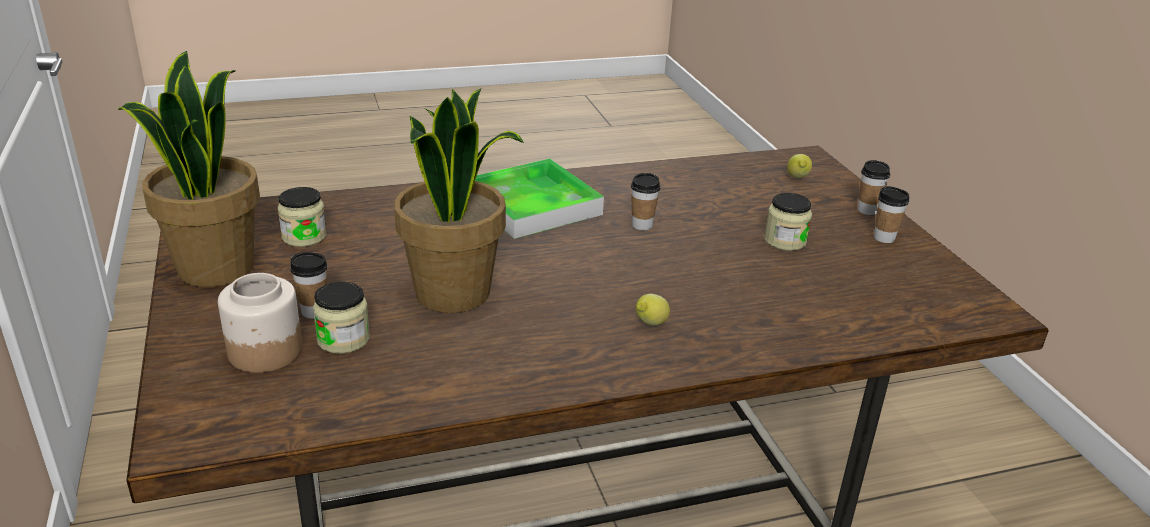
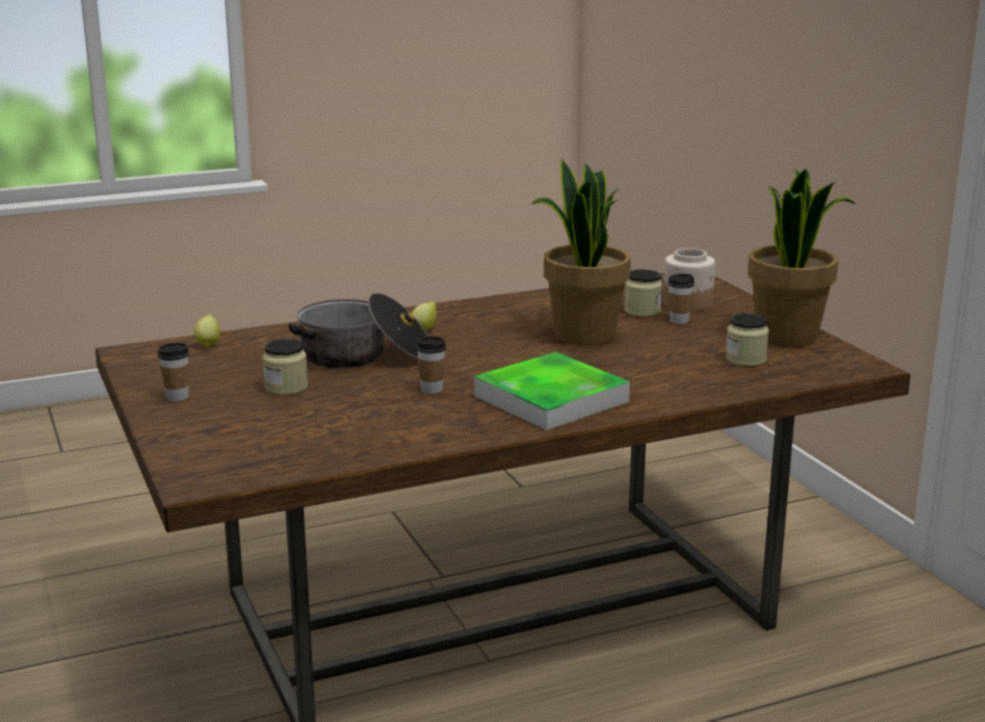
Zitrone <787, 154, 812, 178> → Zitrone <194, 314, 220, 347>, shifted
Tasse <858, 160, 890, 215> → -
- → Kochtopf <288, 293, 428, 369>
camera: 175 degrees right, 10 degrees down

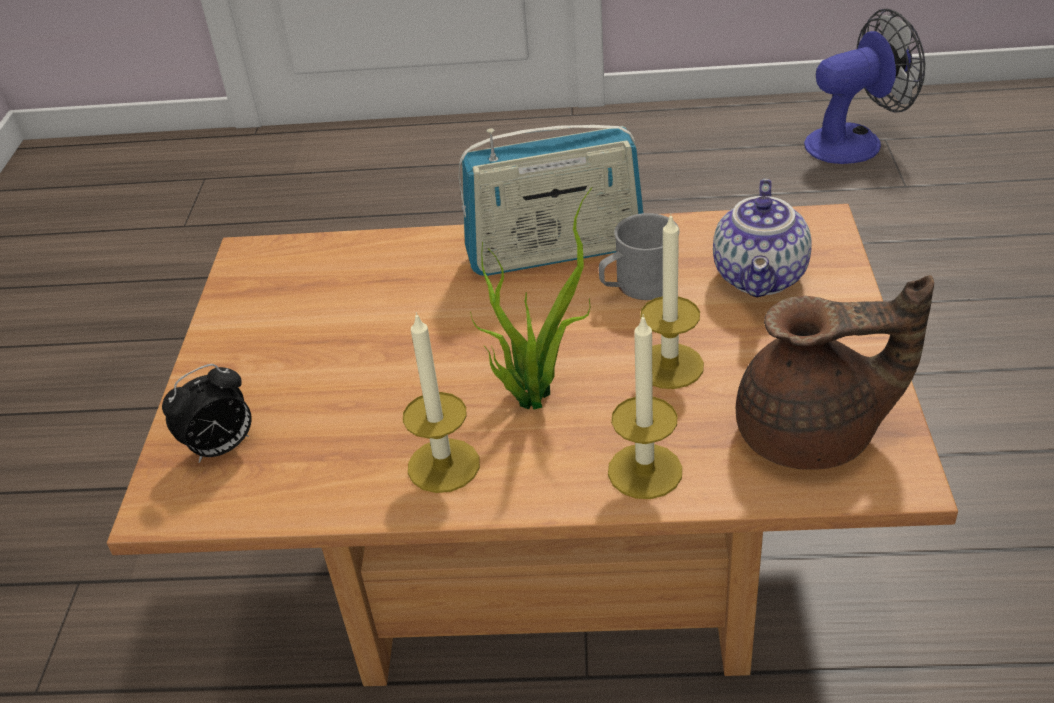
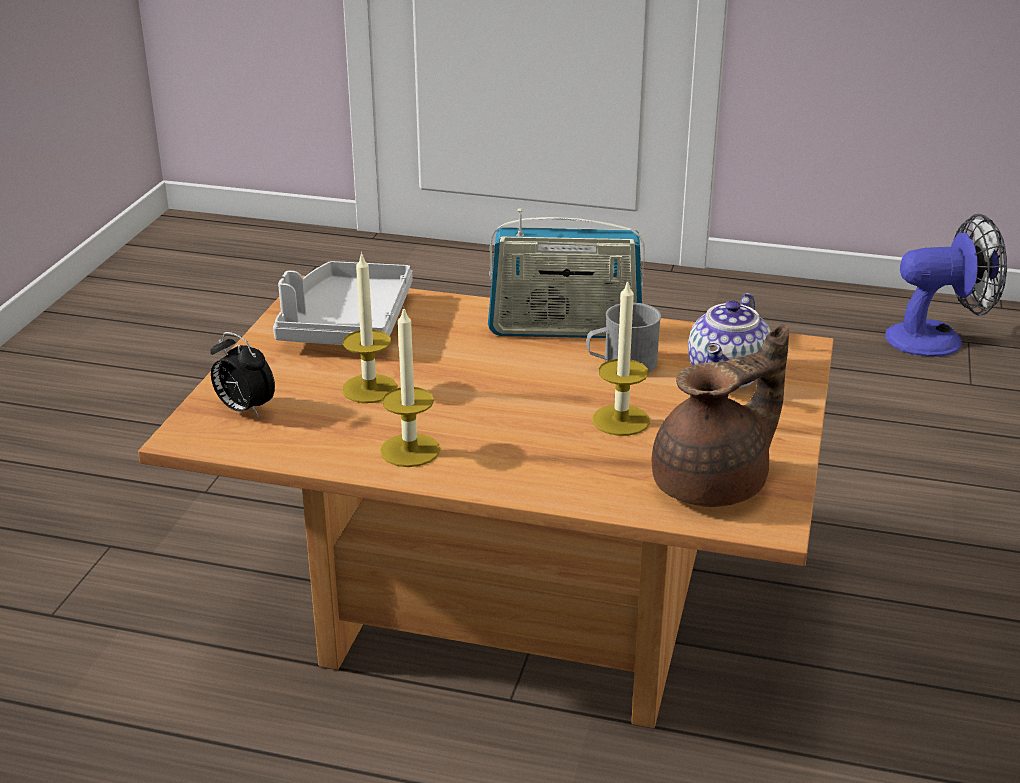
Wecker <162, 364, 252, 463> → Wecker <210, 332, 275, 418>, 60 degrees clockwise
Topfpflanze <470, 187, 592, 410> → -
Kerze <608, 314, 682, 499> → Kerze <342, 252, 397, 403>, shifted
Teekanne [braun] <736, 275, 934, 470> → Teekanne [braun] <652, 324, 789, 507>, 45 degrees counterclockwise
- → Tablett [grau] <273, 261, 412, 345>
camera: 10 degrees right, 10 degrees down

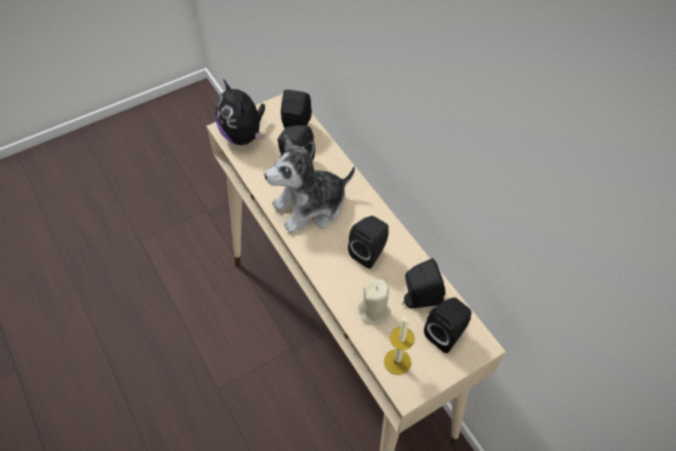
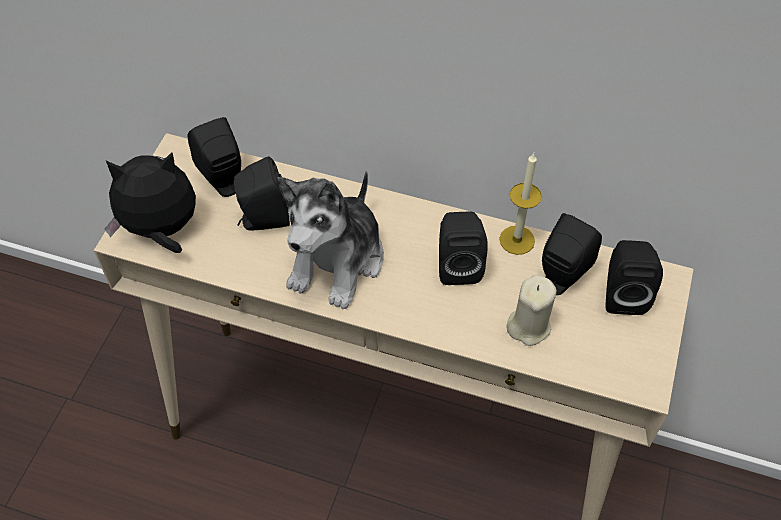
Plüschtier <215, 79, 265, 145> → Plüschtier <105, 152, 196, 253>, 150 degrees clockwise
Kerze <384, 316, 415, 375> → Kerze <499, 153, 542, 255>, shifted
camera: 40 degrees left, 0 degrees up

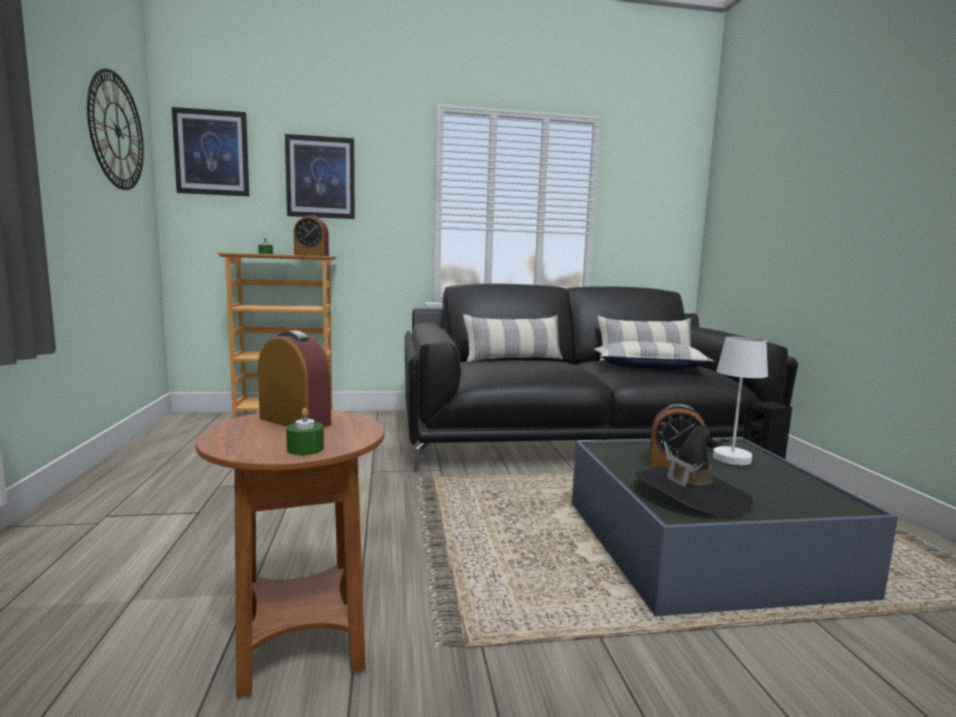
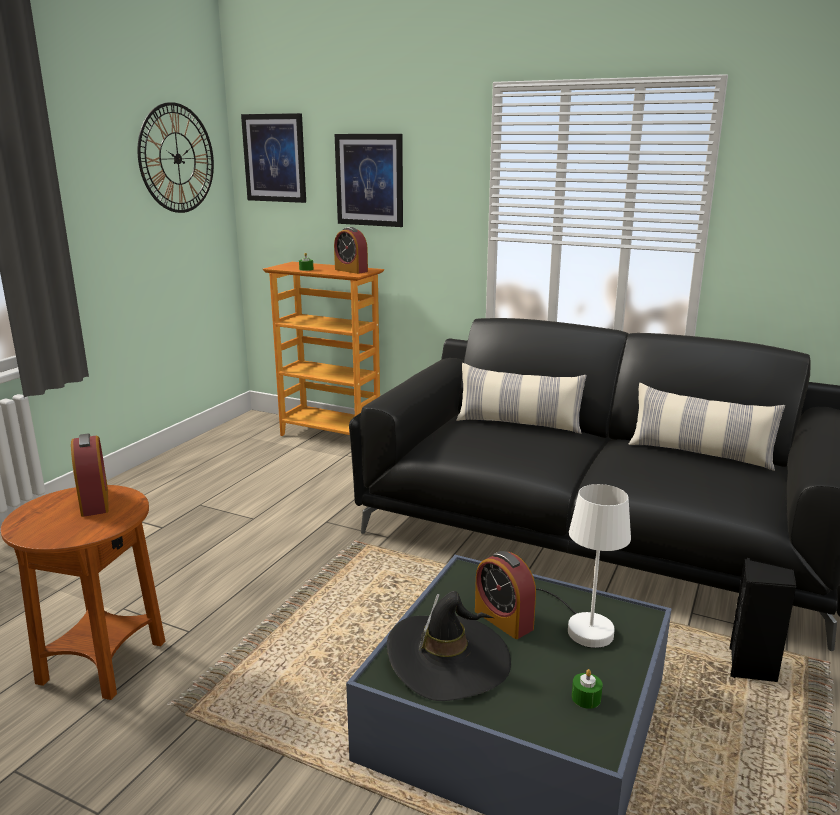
Kerze [grün] <286, 408, 324, 455> → Kerze [grün] <572, 669, 603, 709>, shifted
Kissen <594, 341, 715, 370> → -
camera: 35 degrees right, 10 degrees up

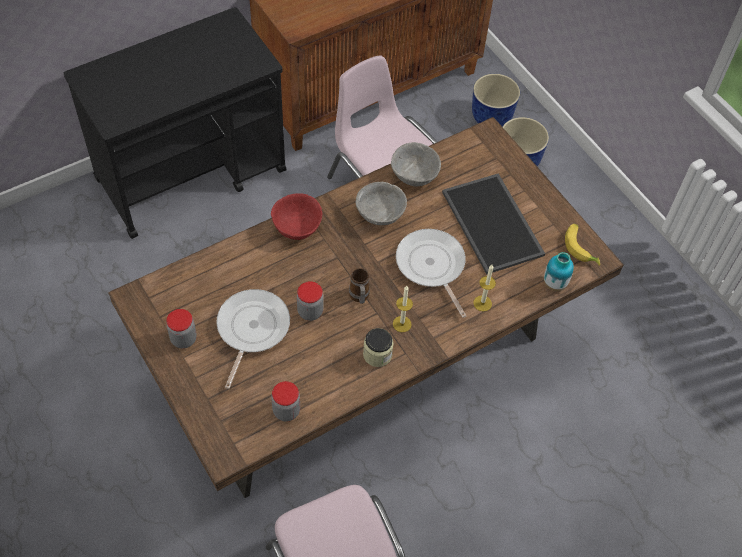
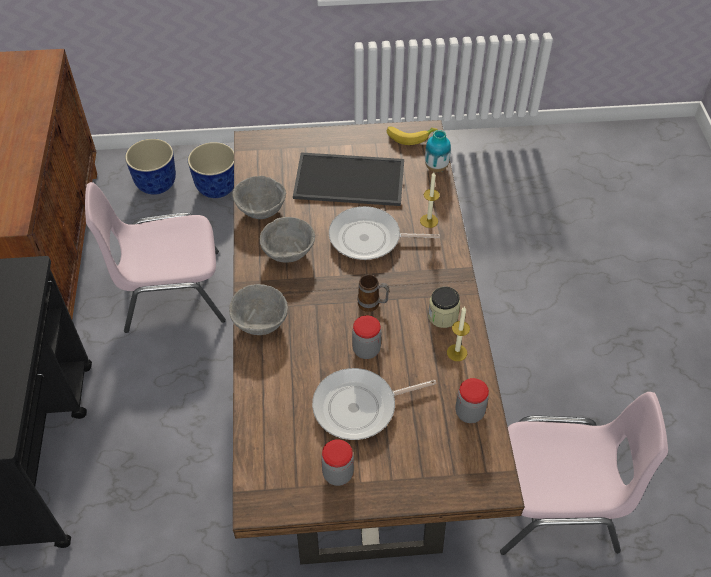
Pfanne <216, 289, 290, 389> → Pfanne <312, 368, 437, 440>, 60 degrees counterclockwise
Schüssel [rot] <271, 193, 322, 240> → Schüssel [grau] <229, 284, 288, 335>
Kerze <393, 286, 413, 332> → Kerze <447, 306, 470, 361>, shifted
camera: 60 degrees left, 5 degrees down

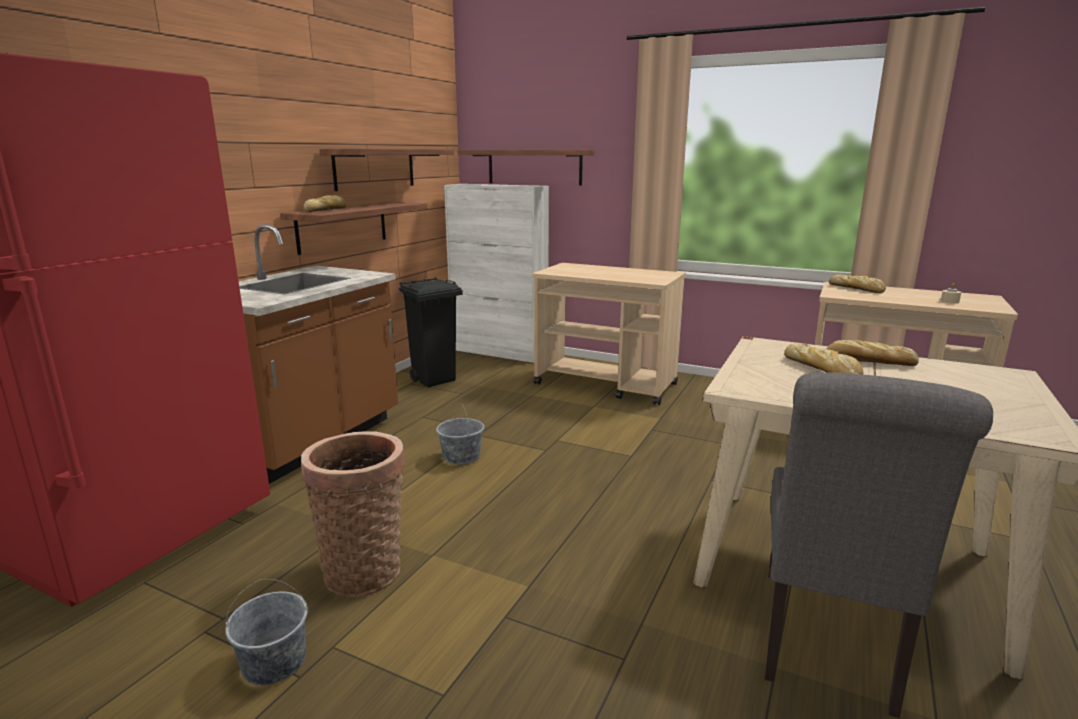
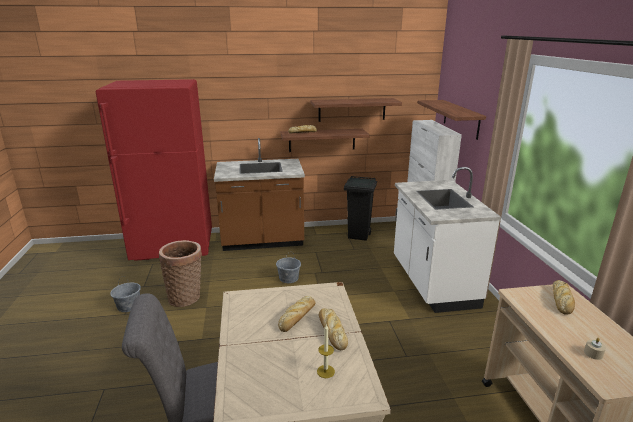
Rollwagen [beige] <533, 263, 686, 405> → Küchenzeile [weiß] <394, 167, 501, 313>
- → Kerze <317, 324, 335, 378>
camera: 55 degrees right, 5 degrees up

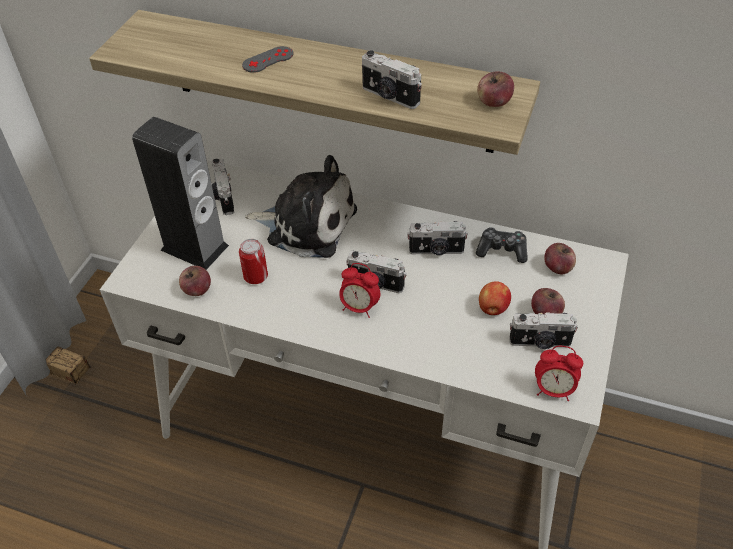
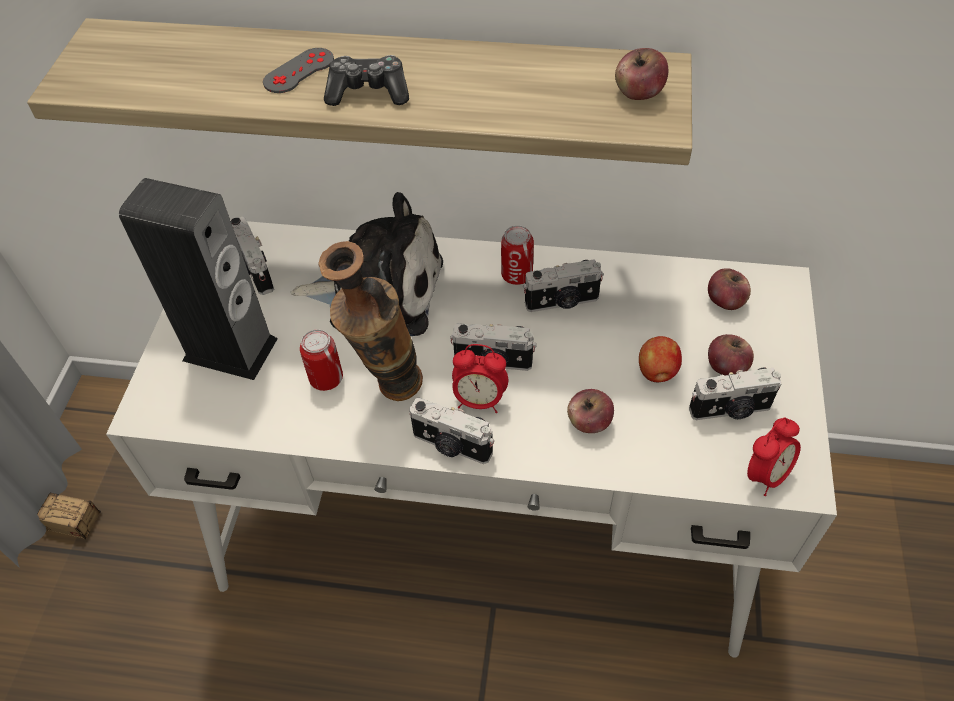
Apfel <179, 266, 211, 296> → Apfel <567, 389, 614, 433>, shifted
Kamera <362, 50, 422, 109> → Kamera <409, 398, 494, 464>, shifted
Gamepad <476, 227, 528, 263> → Gamepad <324, 55, 409, 106>, shifted
Wecker <535, 346, 583, 401> → Wecker <747, 417, 801, 496>, 45 degrees counterclockwise
- → Vase <319, 241, 423, 401>
- → Dose <501, 225, 534, 285>
camera: 10 degrees left, 5 degrees up

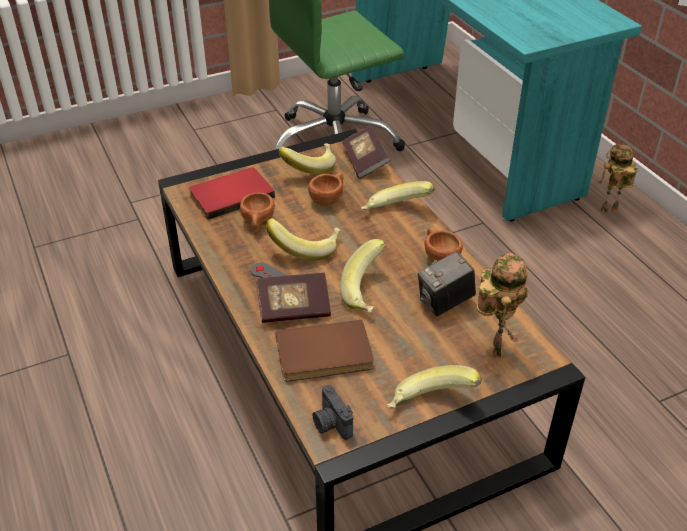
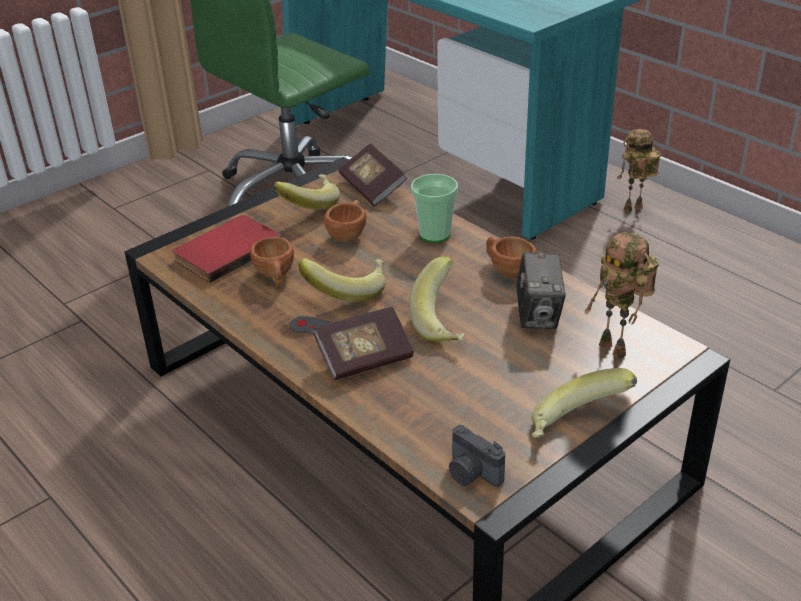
Buch [braun] <275, 320, 374, 381> → -
Banane <361, 181, 435, 210> → Tasse <411, 174, 458, 243>
Kamera <418, 251, 476, 316> → Kamera <516, 252, 566, 329>, 45 degrees counterclockwise
Spielzeugroboter <477, 253, 528, 358> → Spielzeugroboter <585, 232, 659, 359>, 150 degrees clockwise
camera: 15 degrees left, 5 degrees down

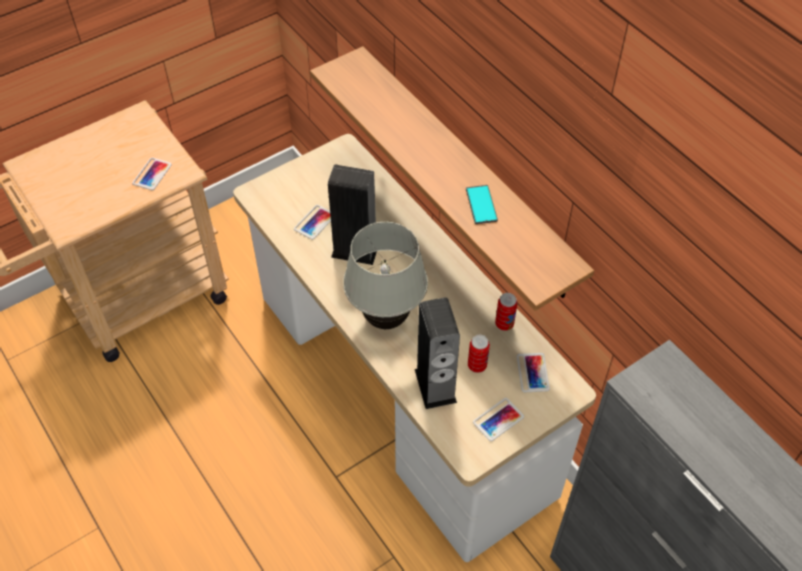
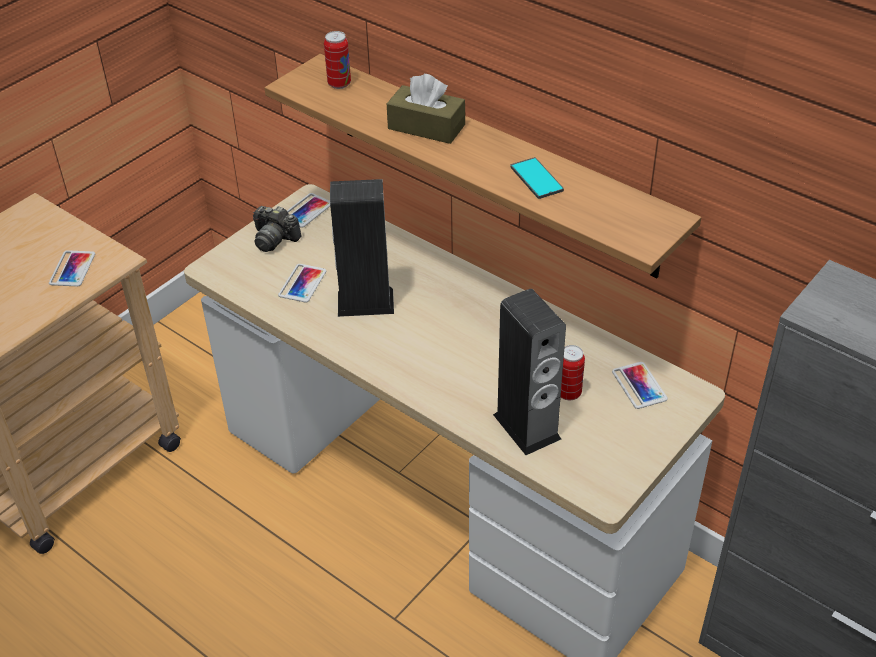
Tischlampe [weiß] <343, 222, 428, 329> → -
Handy <473, 398, 524, 441> → Handy <287, 193, 330, 228>, shifted
Dose <495, 293, 517, 331> → Dose <324, 31, 351, 89>, shifted
- → Kamera <253, 206, 301, 252>
- → Taschentuchbox [braun] <387, 74, 465, 144>
camera: 15 degrees left, 10 degrees down

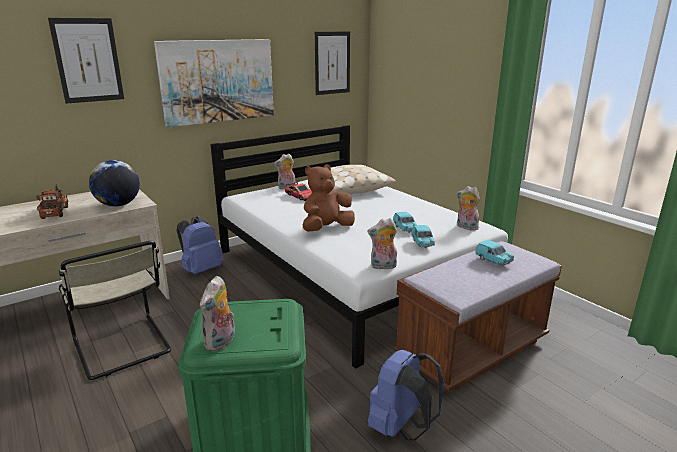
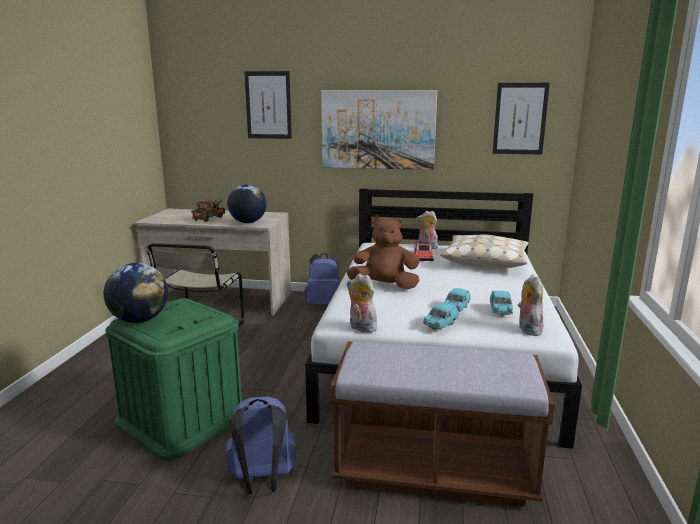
Plüschtier <199, 276, 235, 352> → Globus <104, 263, 168, 323>
Spielzeugauto [türkis] <475, 240, 514, 266> → Spielzeugauto [türkis] <490, 291, 513, 316>, shifted
camera: 45 degrees right, 5 degrees down

